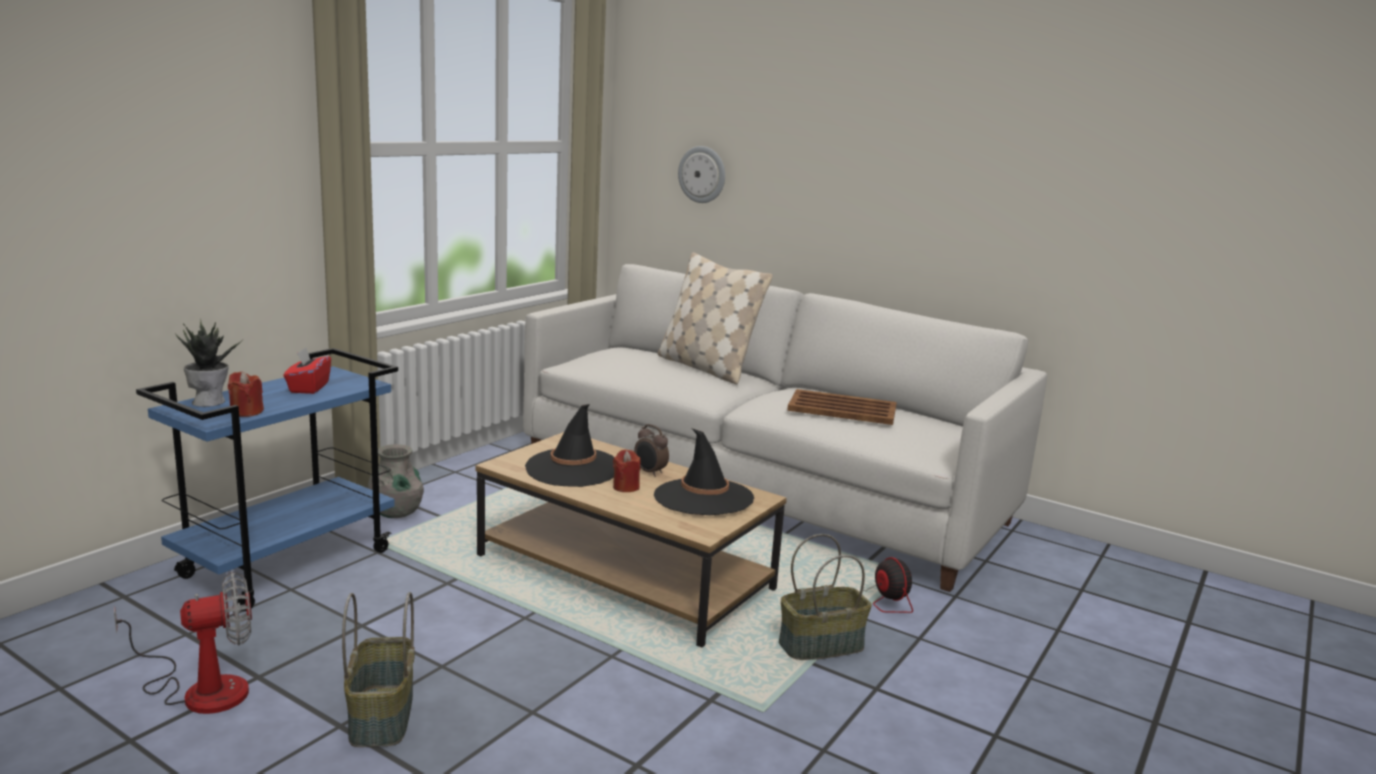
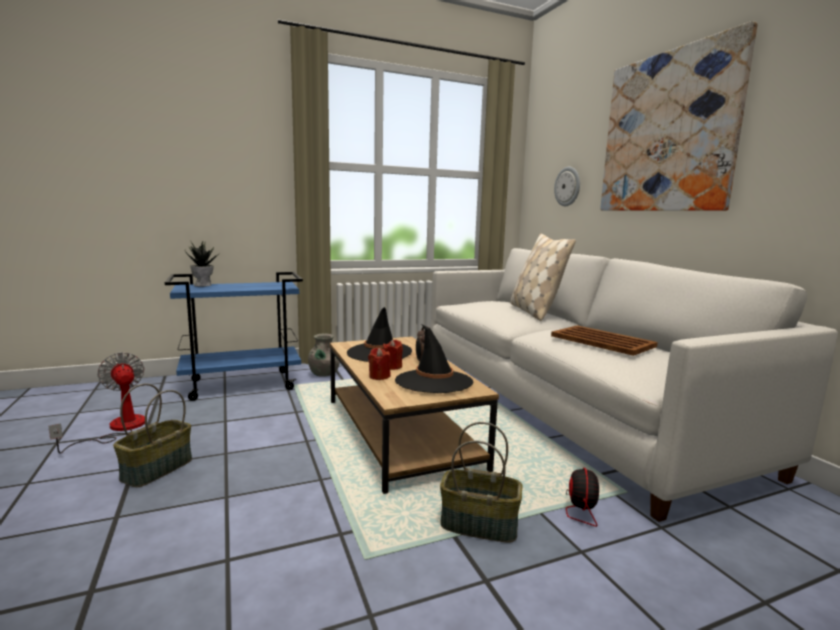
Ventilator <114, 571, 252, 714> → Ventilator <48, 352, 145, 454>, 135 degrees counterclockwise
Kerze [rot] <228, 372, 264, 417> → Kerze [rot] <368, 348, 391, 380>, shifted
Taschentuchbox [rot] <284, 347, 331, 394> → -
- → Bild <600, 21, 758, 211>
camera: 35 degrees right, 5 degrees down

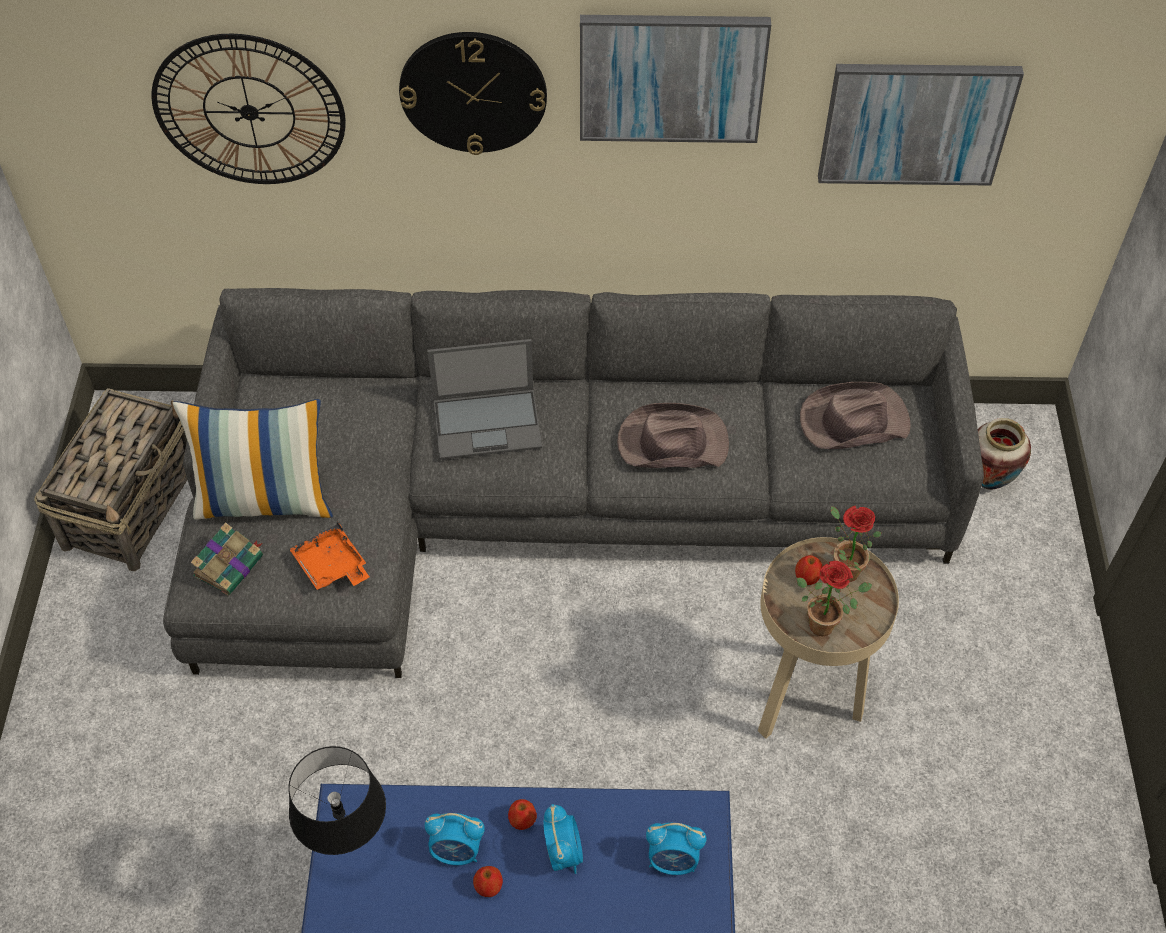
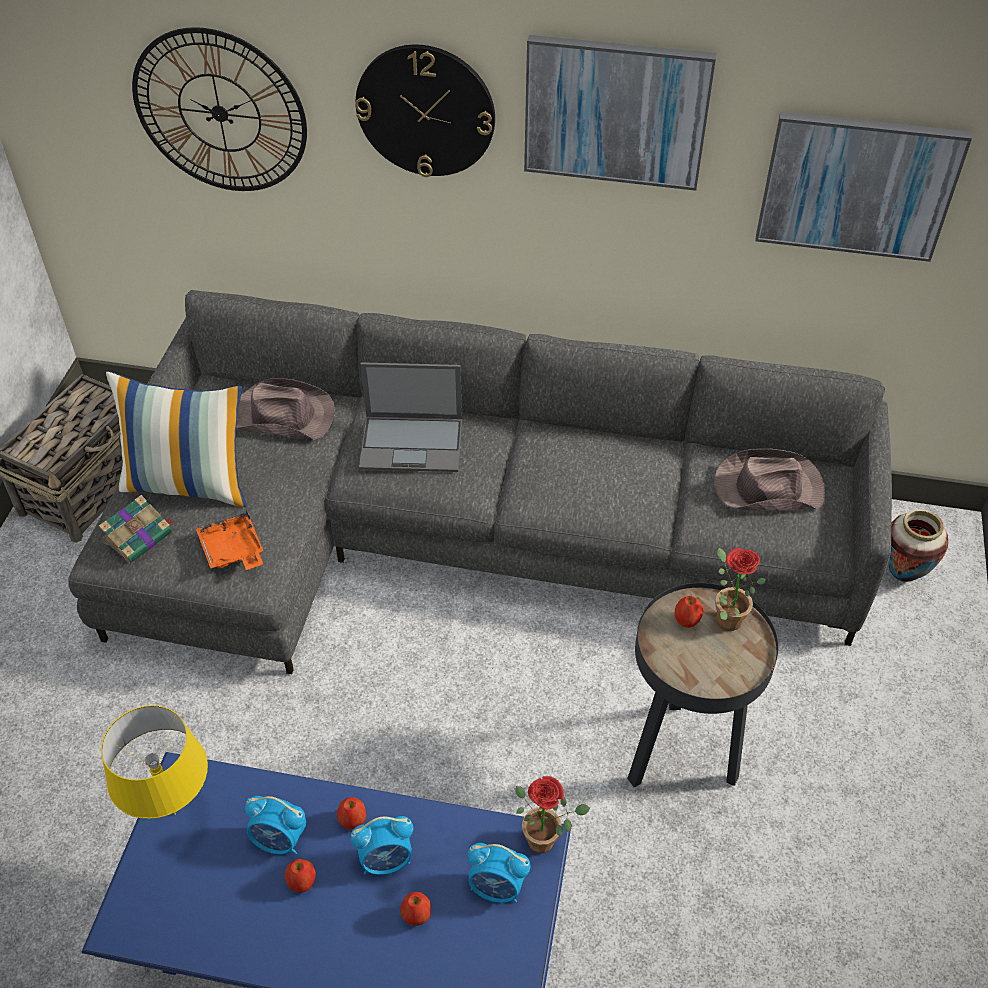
Tischlampe [schwarz] <289, 746, 386, 855> → Tischlampe [gelb] <101, 705, 208, 819>
Wecker <543, 804, 583, 874> → Wecker <351, 816, 413, 875>, 75 degrees clockwise
Hut [braun] <617, 403, 729, 468> → Hut [braun] <236, 378, 335, 440>, shifted
Beistelltisch [beige] <758, 537, 899, 739> → Beistelltisch [schwarz] <627, 583, 778, 788>
Topfpflanze <797, 561, 872, 636> → Topfpflanze <515, 776, 590, 853>, shifted
- → Apfel <400, 892, 431, 926>
camera: 10 degrees right, 5 degrees down

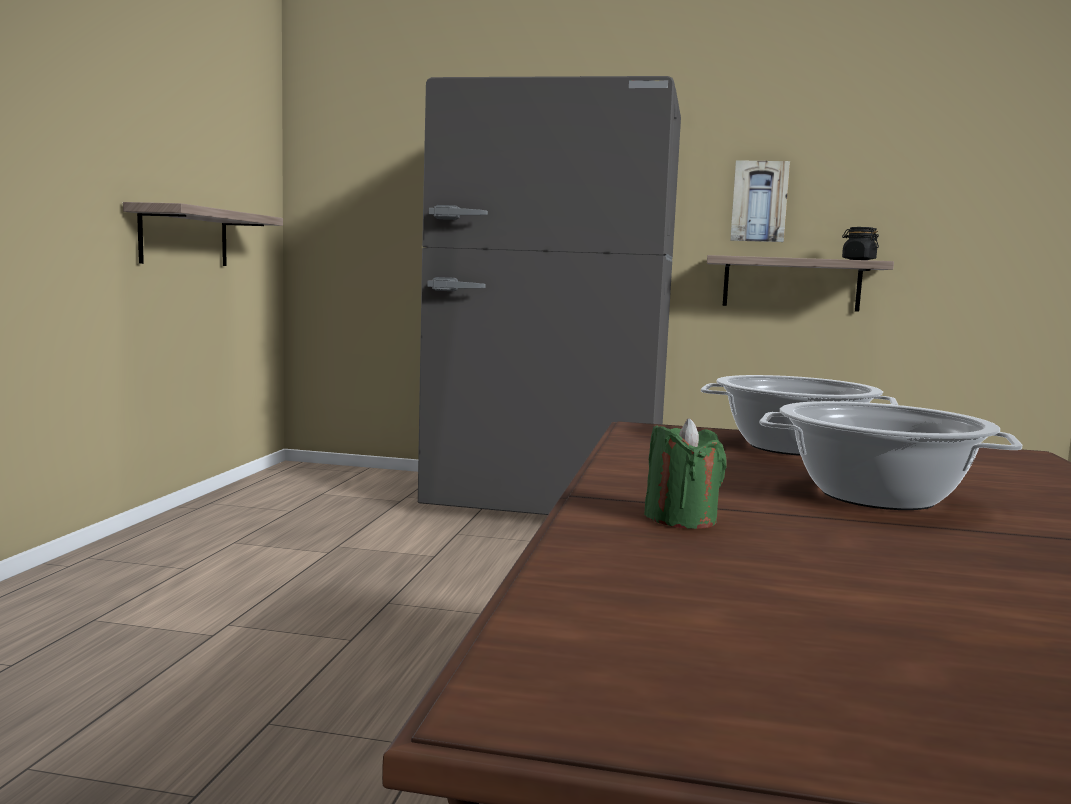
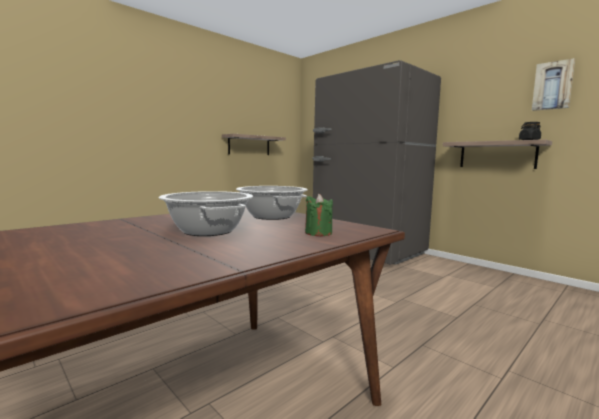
Kerze [grün] <644, 418, 727, 529> → Kerze [grün] <305, 194, 333, 236>, shifted
Bild <730, 160, 790, 242> → Bild <532, 58, 575, 111>, shifted
camera: 35 degrees right, 0 degrees up

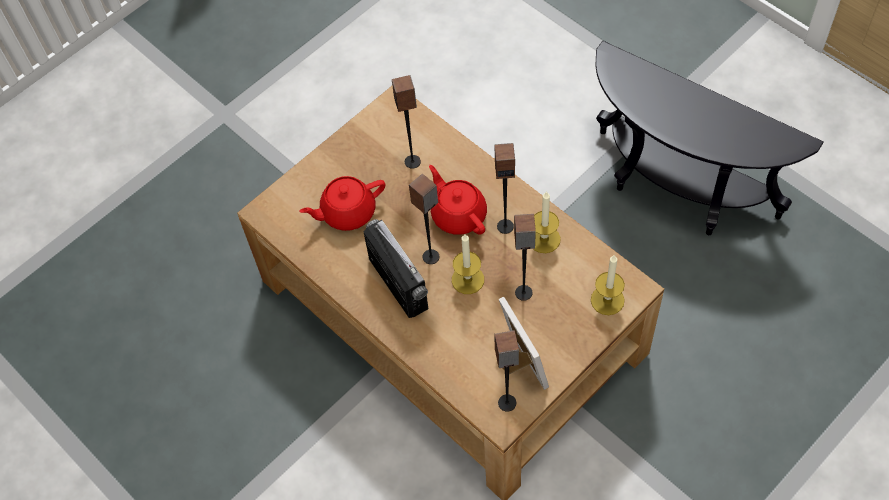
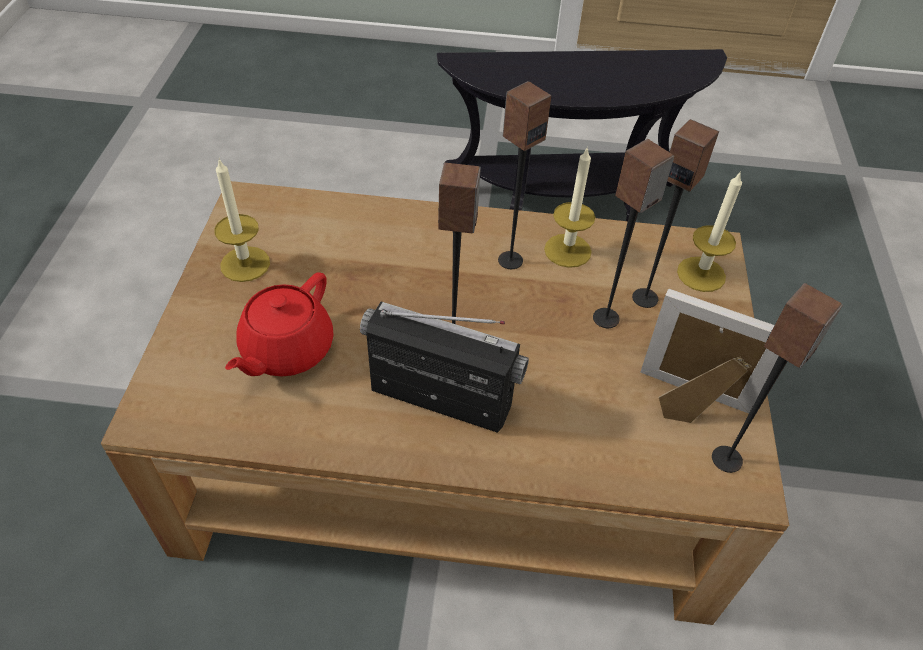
Lautsprecher <392, 75, 421, 169> → Lautsprecher <632, 119, 719, 308>, shifted
Teekanne [rot] <429, 165, 487, 235> → -
Kerze <452, 234, 484, 294> → Kerze <214, 159, 270, 282>, shifted
camera: 45 degrees left, 10 degrees down

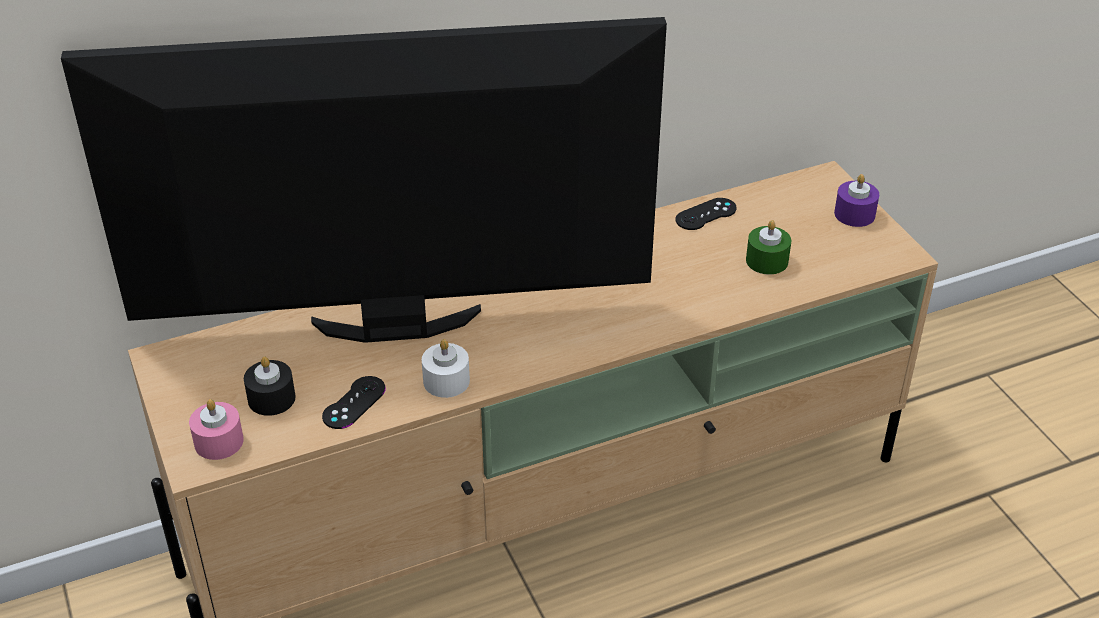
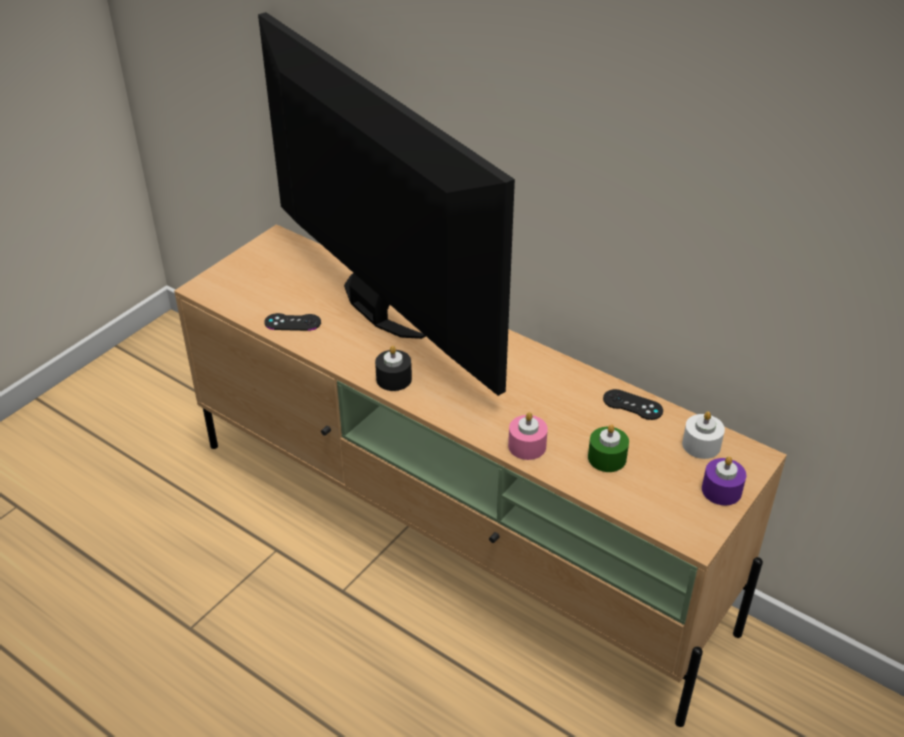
Kerze [rosa] <189, 399, 244, 460> → Kerze [rosa] <508, 412, 548, 460>, shifted
Kerze [schwarz] <244, 357, 296, 416> → Kerze [schwarz] <375, 346, 412, 391>, shifted
Kerze [weiß] <422, 339, 470, 398> → Kerze [weiß] <682, 411, 725, 459>, shifted
camera: 60 degrees right, 0 degrees up

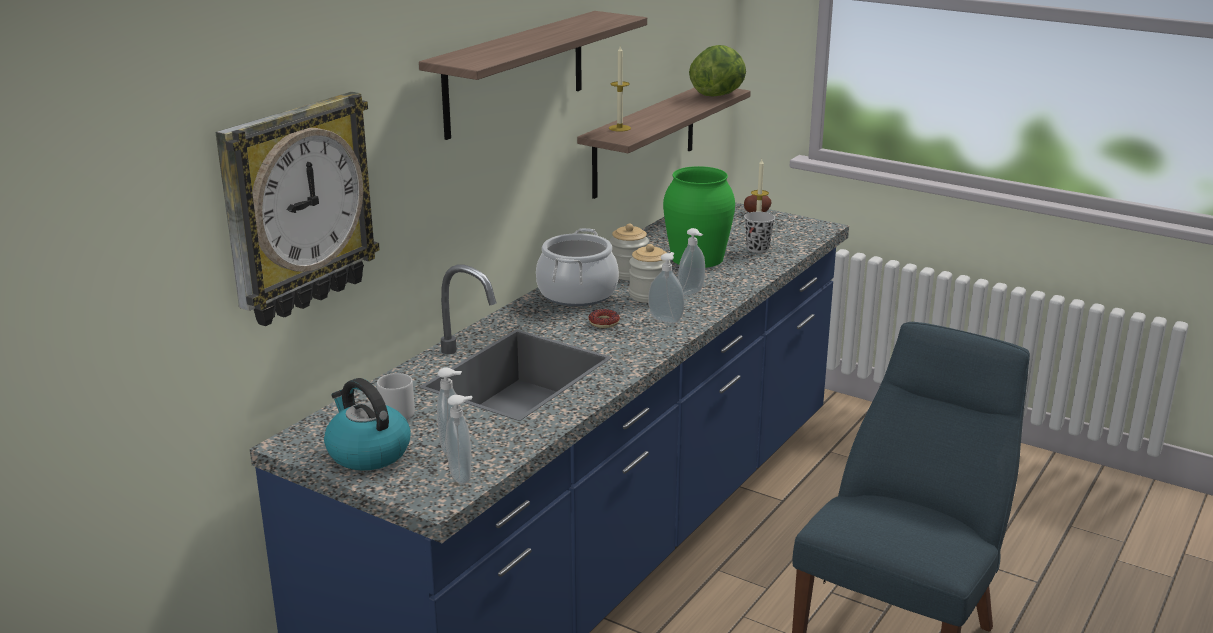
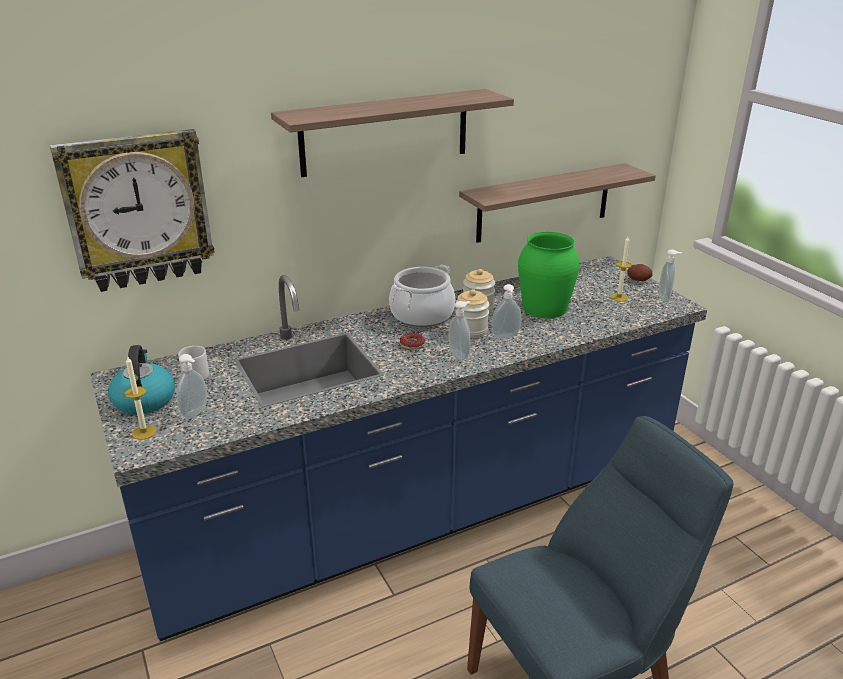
Seifenspender <446, 395, 472, 484> → Seifenspender <659, 249, 682, 302>, shifted
Kerze <609, 46, 631, 132> → Kerze <124, 356, 157, 440>, shifted
Salatkopf <689, 45, 746, 96> → -
Tasse [schwarz] <744, 212, 775, 253> → -
camera: 30 degrees right, 5 degrees up

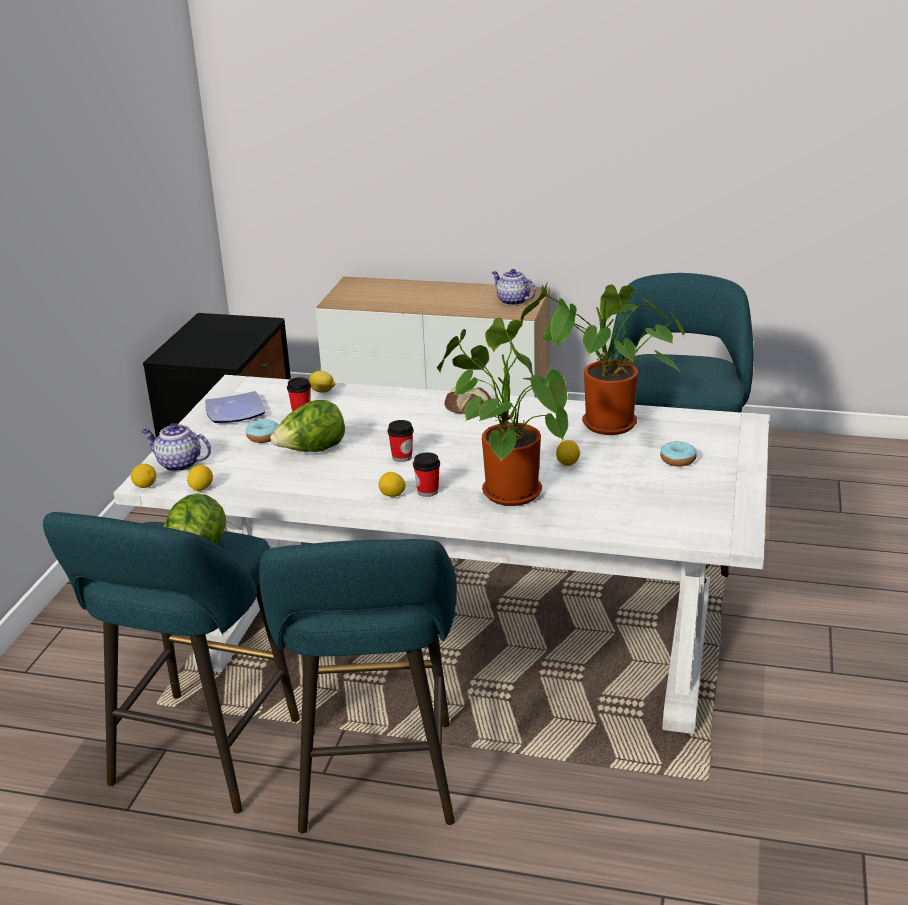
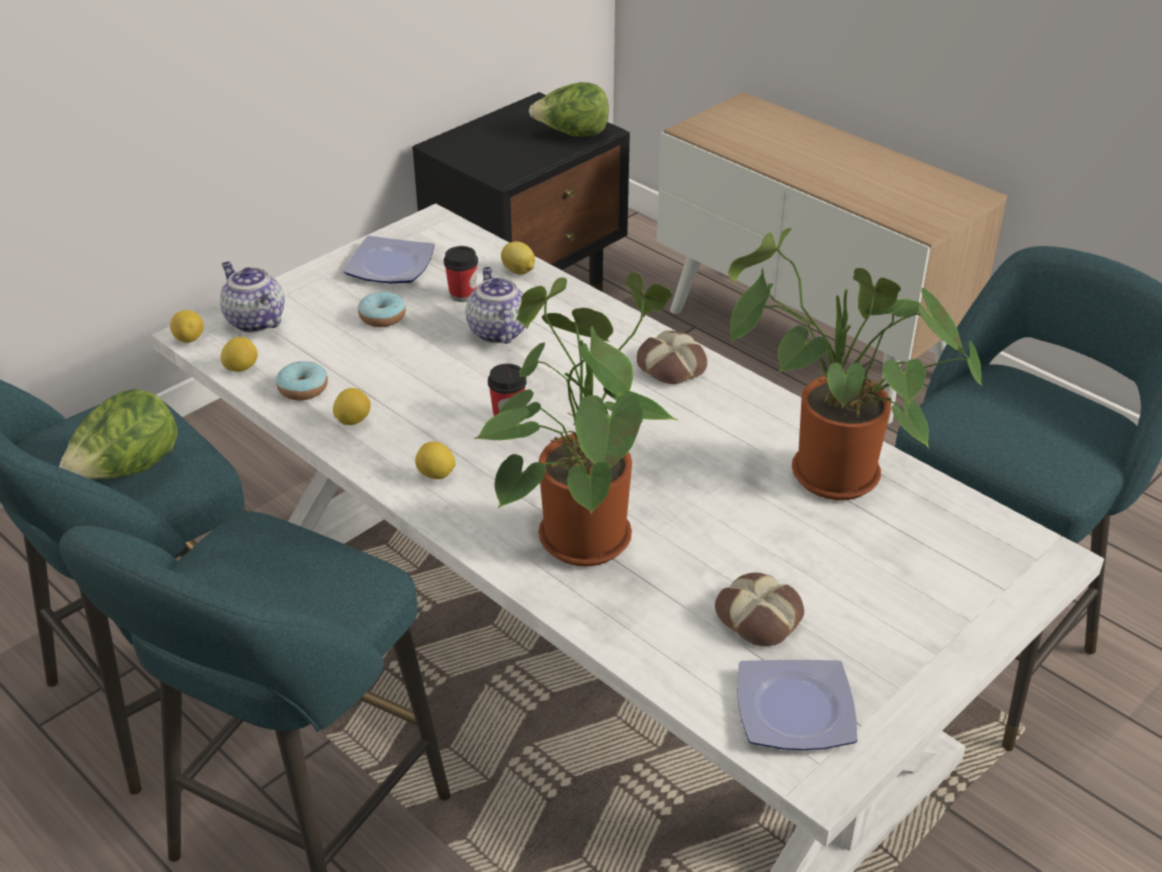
Salatkopf <270, 400, 345, 452> → Salatkopf <529, 82, 609, 137>, shifted
Tasse <413, 452, 440, 497> → -
Teekanne <492, 269, 536, 305> → Teekanne <466, 267, 525, 344>, shifted
Zitrone <556, 440, 580, 466> → Zitrone <333, 388, 370, 425>, shifted
Donut <660, 441, 697, 467> → Donut <276, 361, 328, 400>, shifted
- → Brot <715, 573, 804, 646>
- → Teller <737, 660, 857, 750>
camera: 30 degrees right, 10 degrees up

